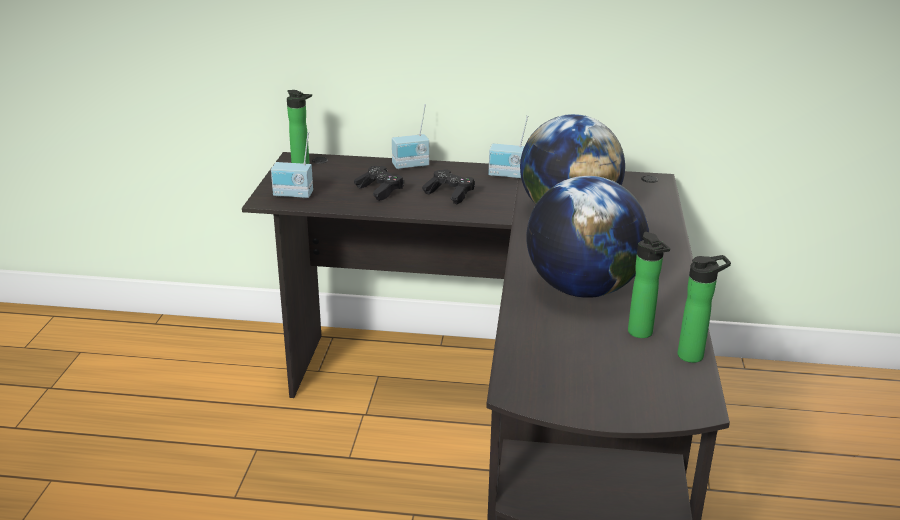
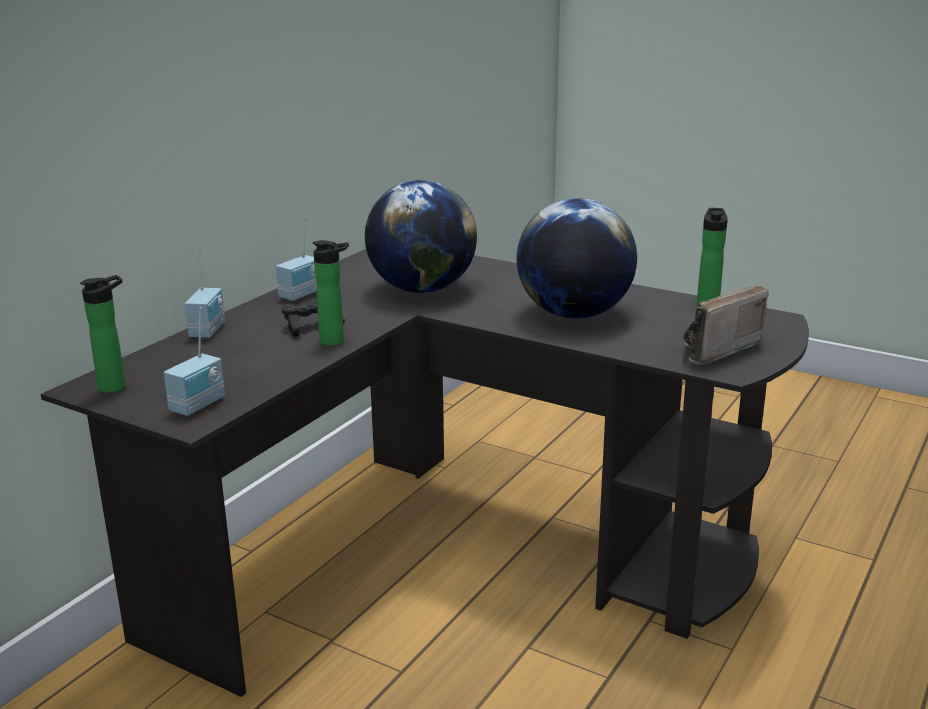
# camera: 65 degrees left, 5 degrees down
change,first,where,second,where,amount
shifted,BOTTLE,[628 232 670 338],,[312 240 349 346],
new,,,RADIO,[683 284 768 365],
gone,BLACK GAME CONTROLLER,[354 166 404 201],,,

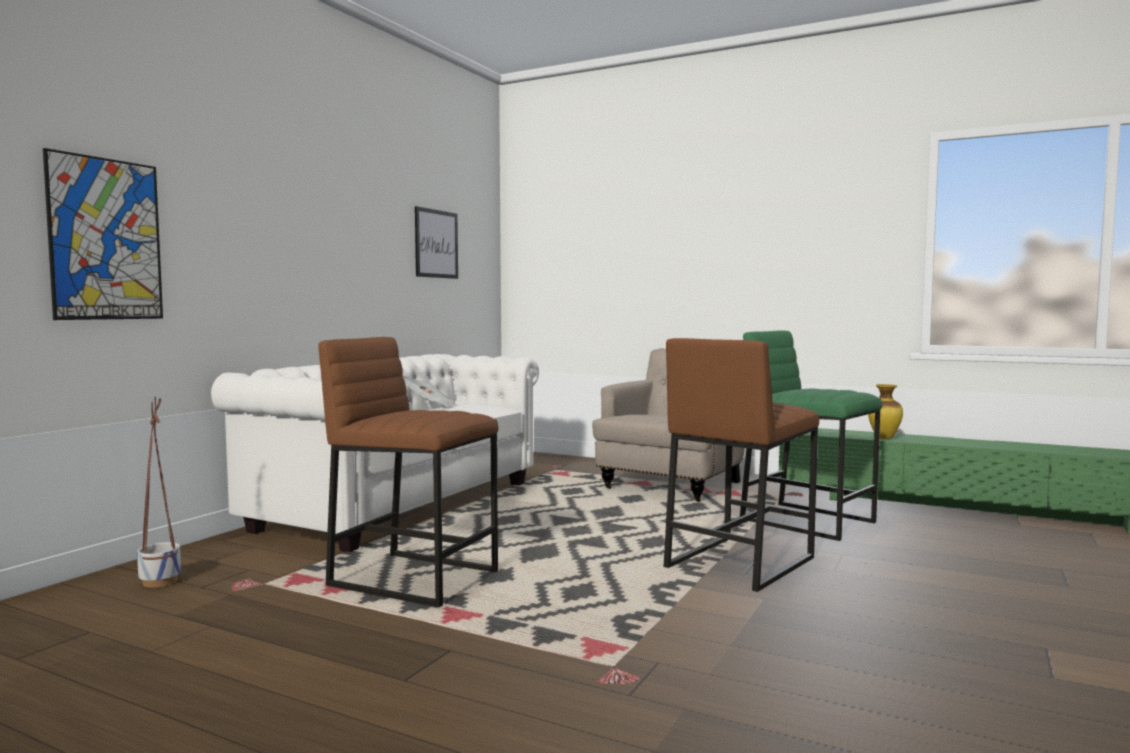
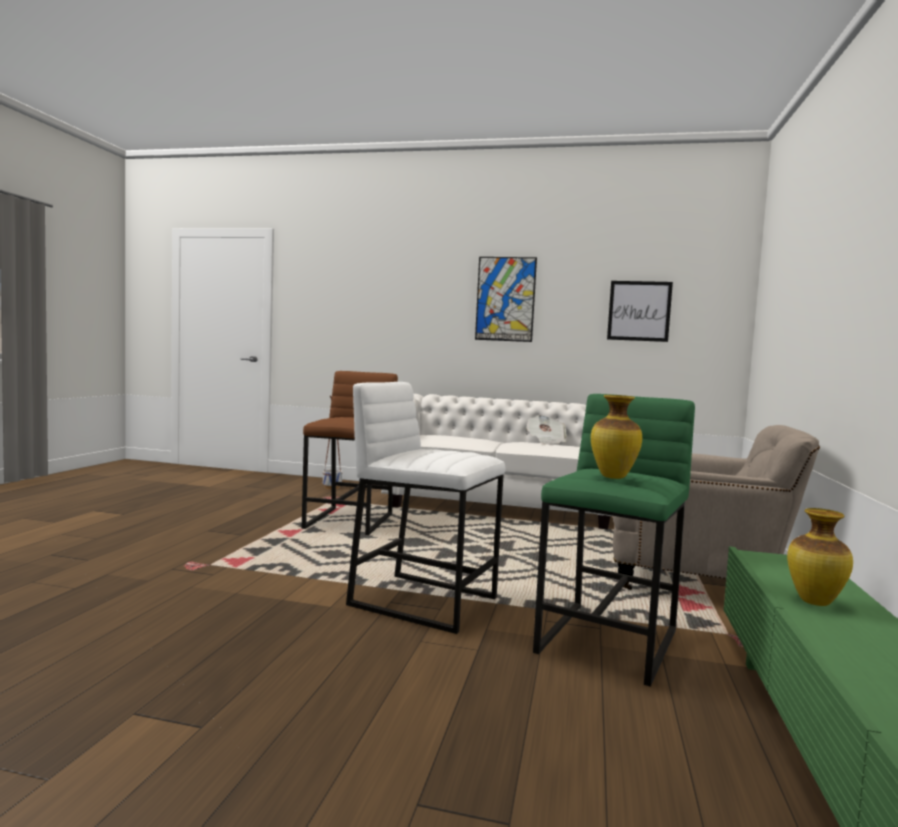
# camera: 75 degrees right, 0 degrees up
change,first,where,second,where,amount
repainted,BROWN STOOL,[664 338 819 592],WHITE STOOL,[346 382 506 634],
shifted,PICTURE,[43 148 163 320],,[475 257 537 342],
new,,,VASE,[591 395 642 479],

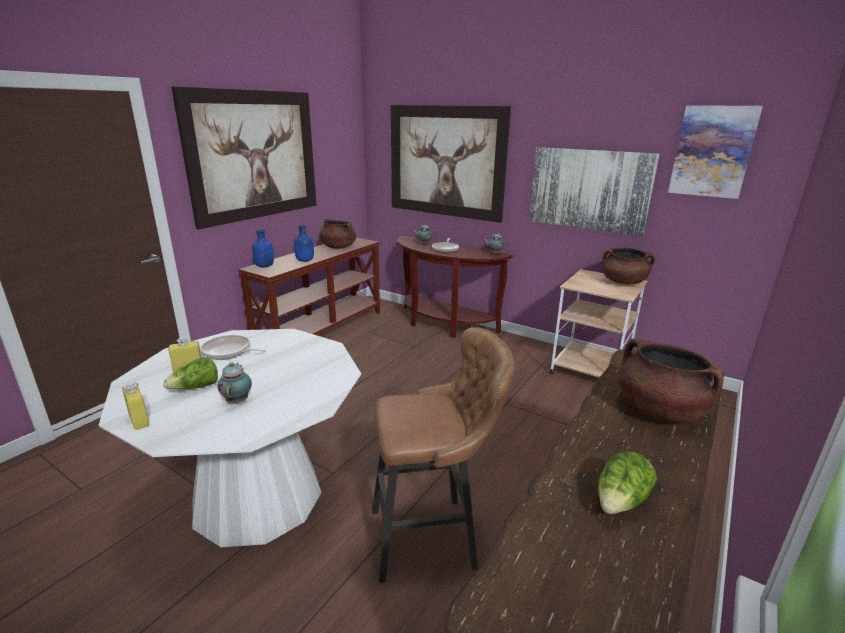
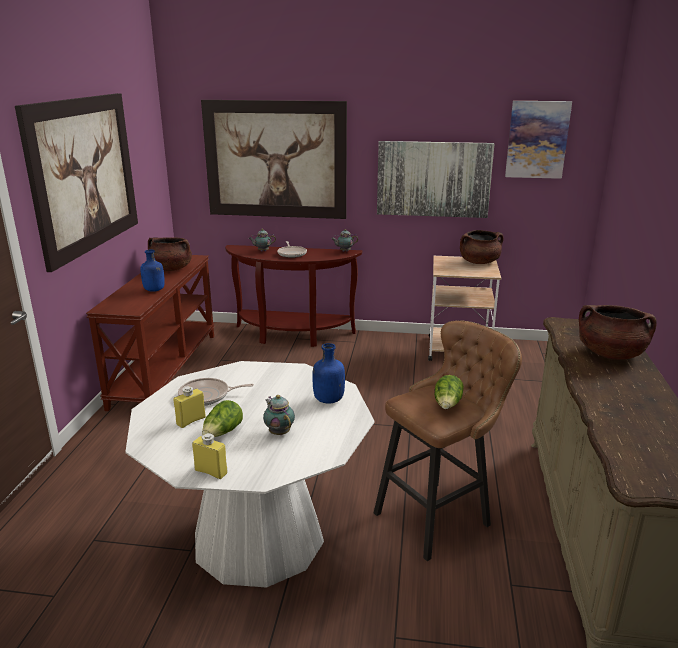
# camera: 25 degrees left, 0 degrees up
change,first,where,second,where,amount
shifted,BLUE BOTTLE,[252 230 274 268],,[312 343 345 404],
shifted,LETTUCE,[598 451 657 514],,[434 375 464 409],

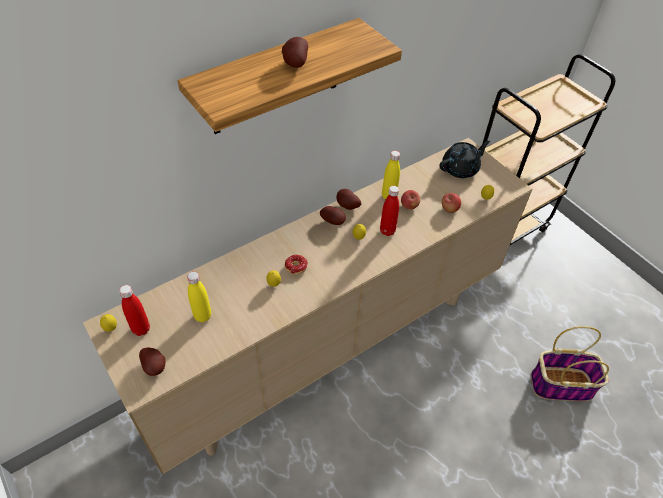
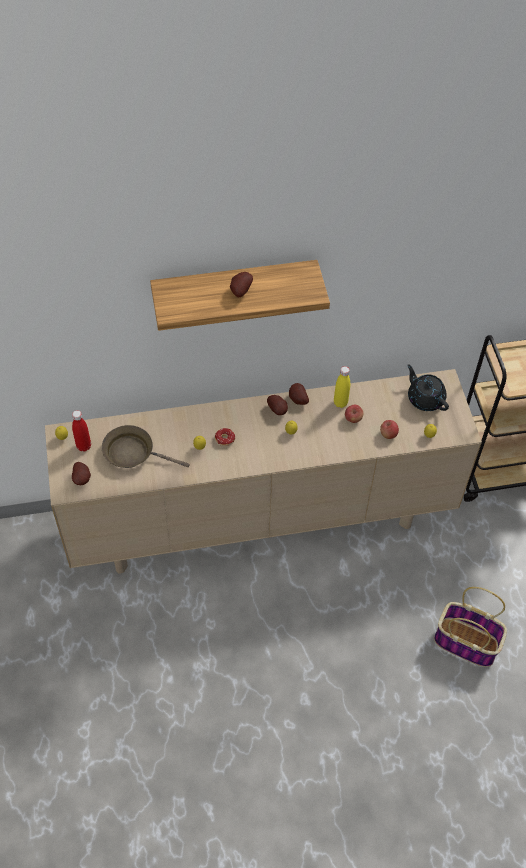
# camera: 25 degrees right, 5 degrees up
change,first,where,second,where,amount
swapped,YELLOW BOTTLE,[187 272 211 322],BROWN FRYING PAN,[102 425 190 468],
rotated,BLACK TEAPOT,[439 141 490 178],,[407 364 449 411],120 degrees counterclockwise
gone,RED BOTTLE,[380 186 399 236],,,

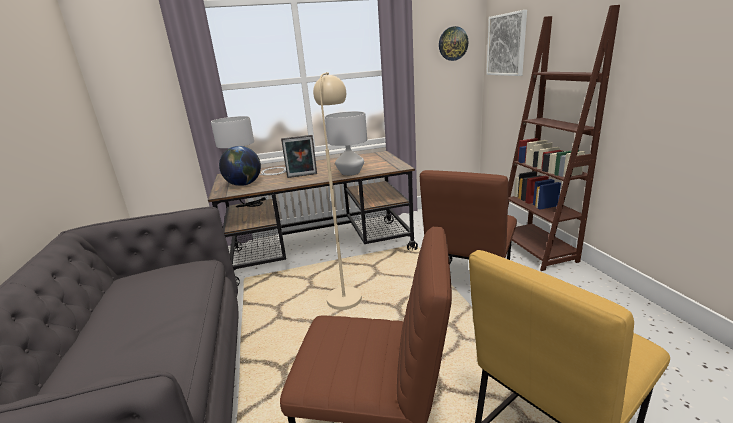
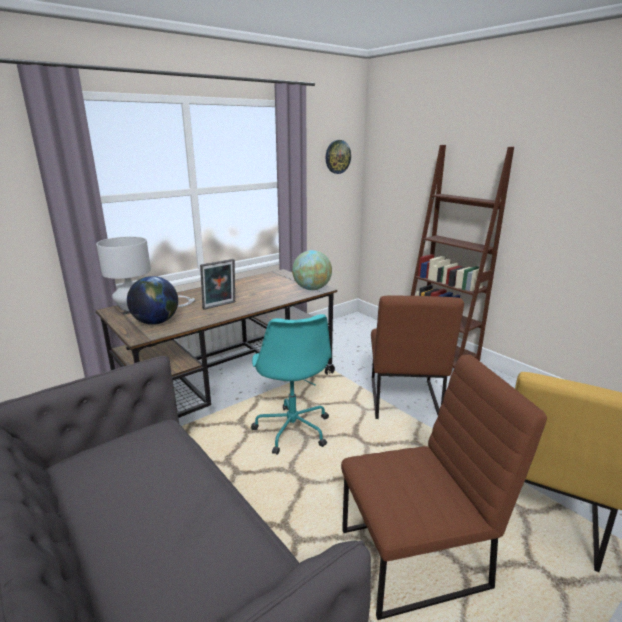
# camera: 25 degrees left, 0 degrees up
change,first,where,second,where,amount
swapped,BEIGE FLOOR LAMP,[313 72 362 310],TURQUOISE OFFICE CHAIR,[251 314 332 455],
new,,,GLOBE,[292 250 332 290],
gone,GREY TABLE LAMP,[325 111 367 176],,,
gone,PICTURE,[486 10 527 76],,,

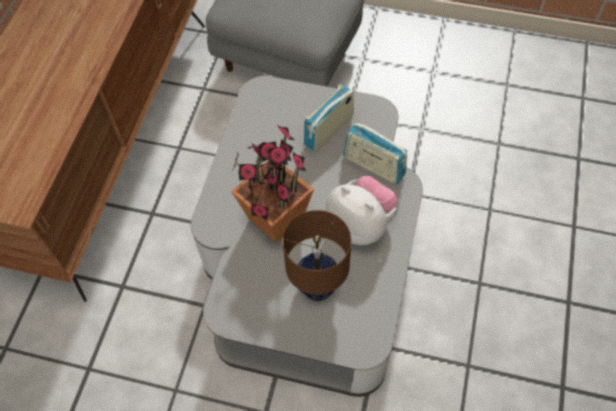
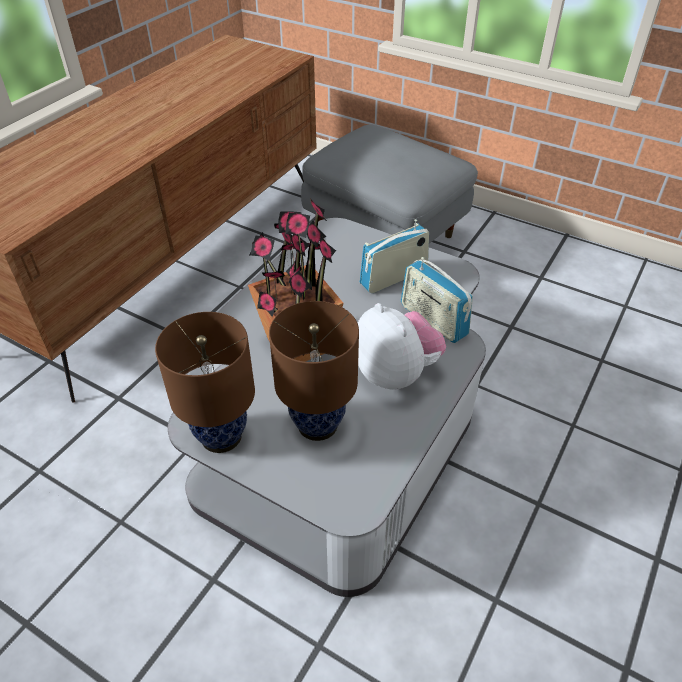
# camera: 15 degrees right, 15 degrees down
change,first,where,second,where,amount
new,,,BROWN TABLE LAMP,[155 312 255 453],

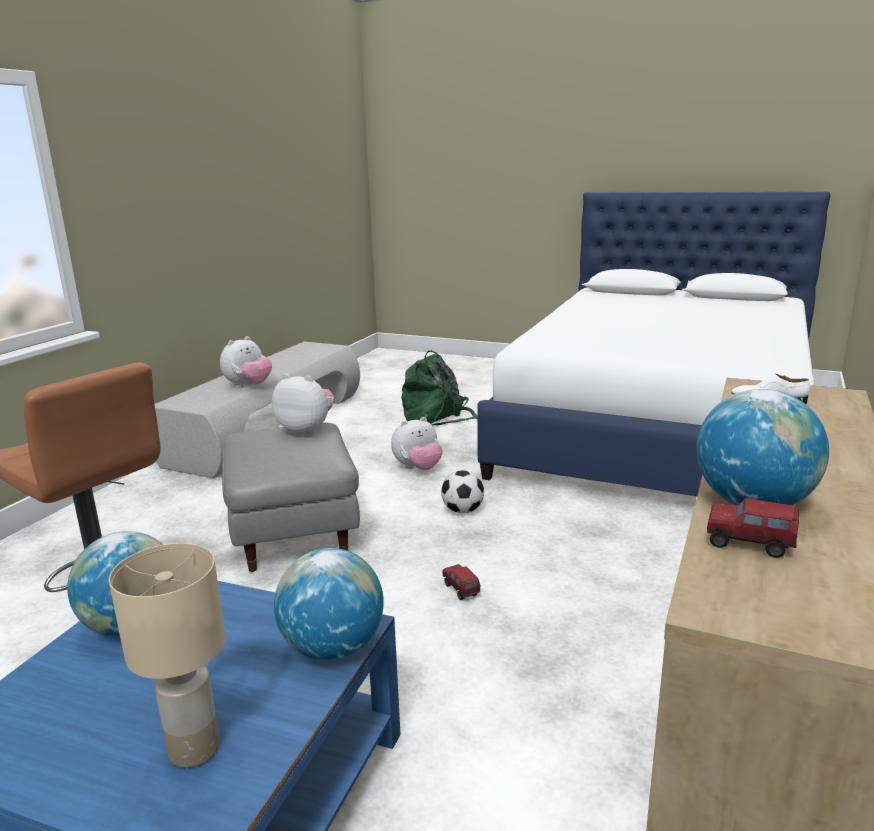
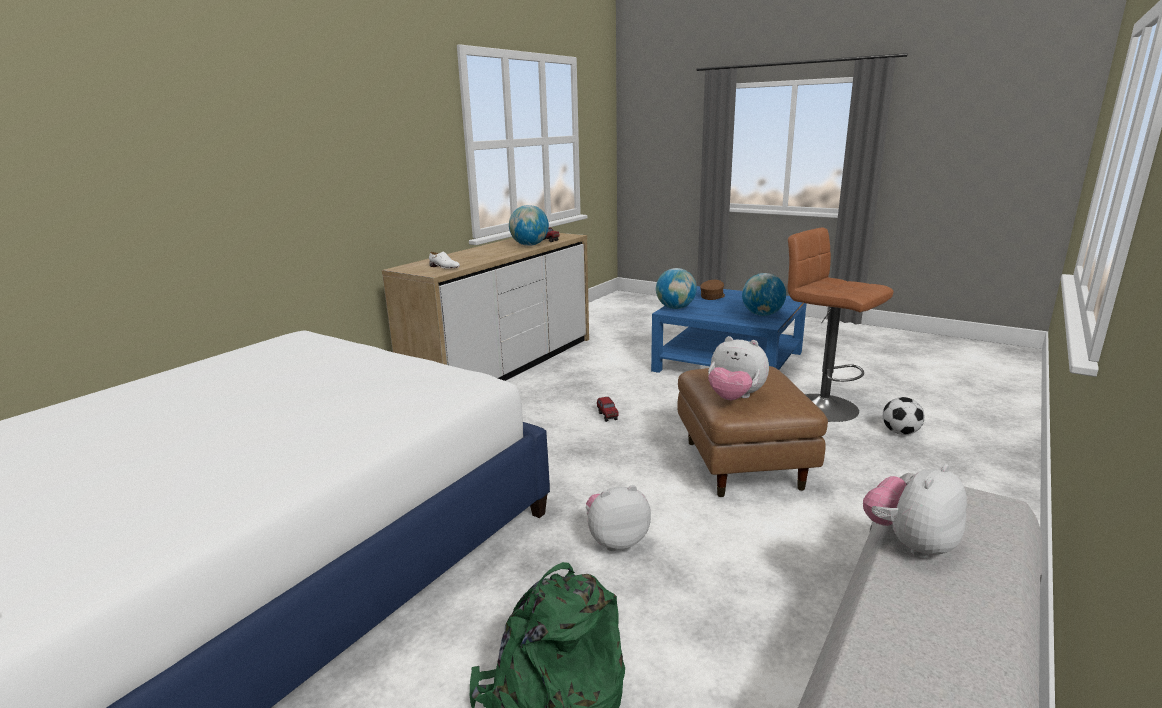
# camera: 170 degrees left, 0 degrees up
change,first,where,second,where,amount
repainted,GREY OTTOMAN,[222 423 360 572],BROWN OTTOMAN,[677 366 828 497],
swapped,BEIGE TABLE LAMP,[109 543 226 768],BROWN CAP,[700 280 725 300],
shifted,FOOTBALL,[441 470 484 513],,[883 397 925 435],

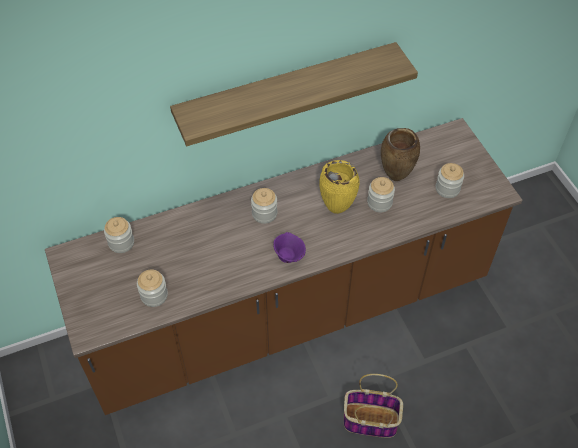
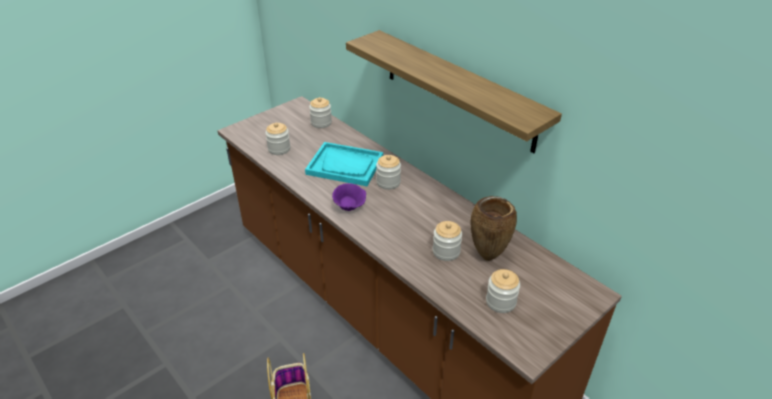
# camera: 70 degrees right, 15 degrees down
change,first,where,second,where,amount
new,,,TURQUOISE TRAY,[305 142 383 186],
gone,YELLOW VASE,[319 160 360 214],,,

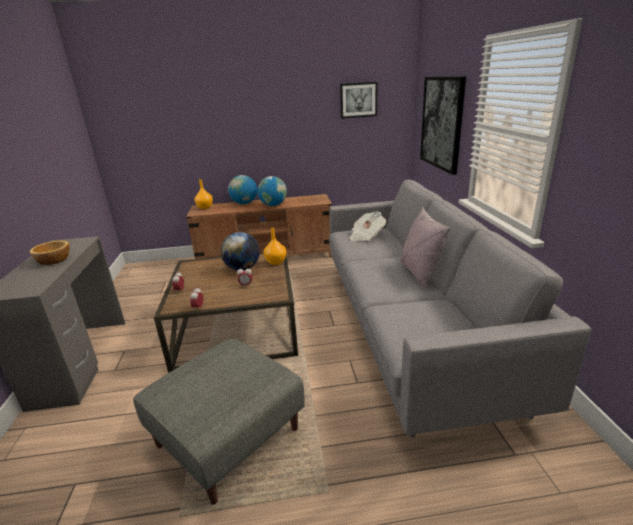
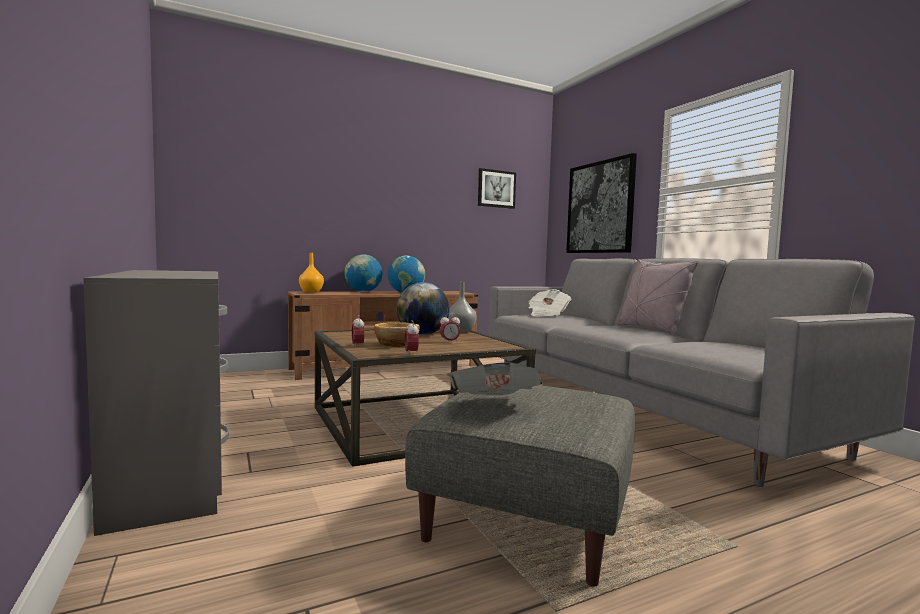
# camera: 20 degrees left, 20 degrees down
change,first,where,second,where,amount
shifted,BOWL,[30 240 70 265],,[374 322 420 347],
new,,,NEWSPAPER,[447 362 543 395],
repainted,ORANGE VASE,[263 227 286 265],GREY VASE,[448 282 477 332],

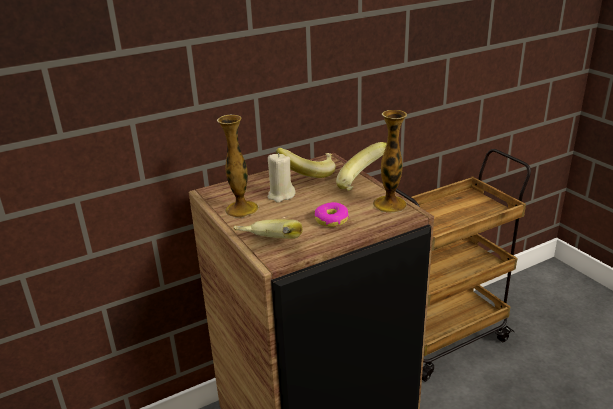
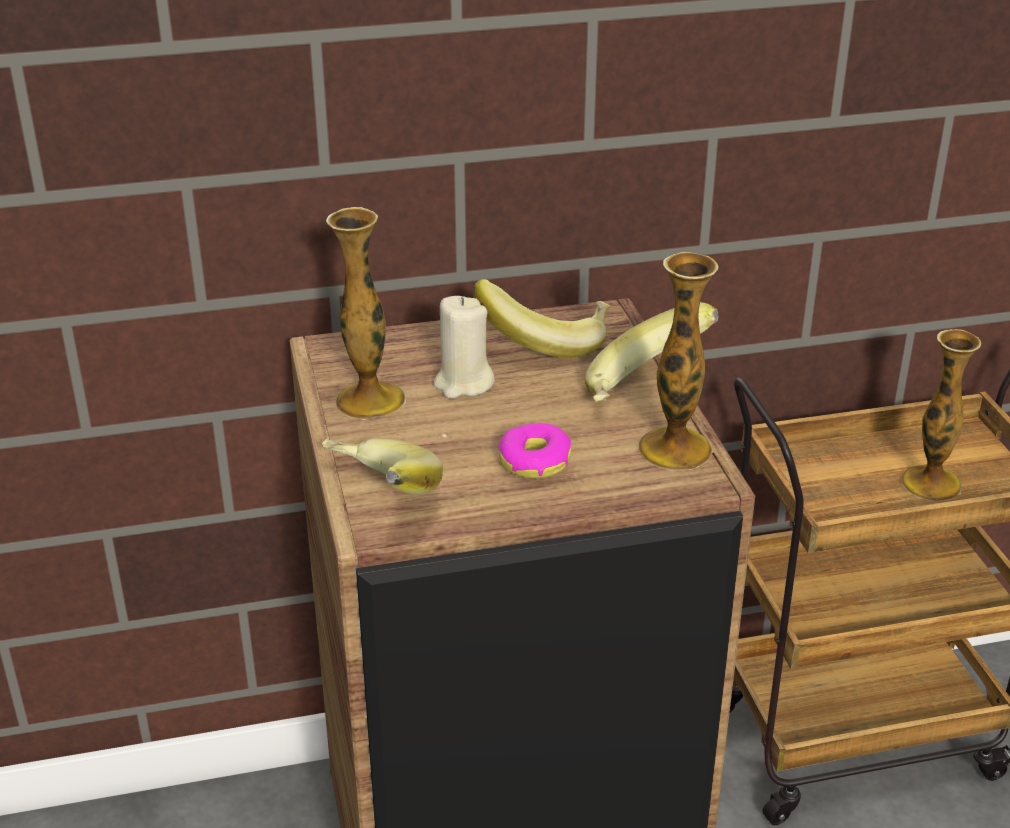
# camera: 15 degrees right, 5 degrees up
change,first,where,second,where,amount
new,,,VASE,[902 329 981 501],

